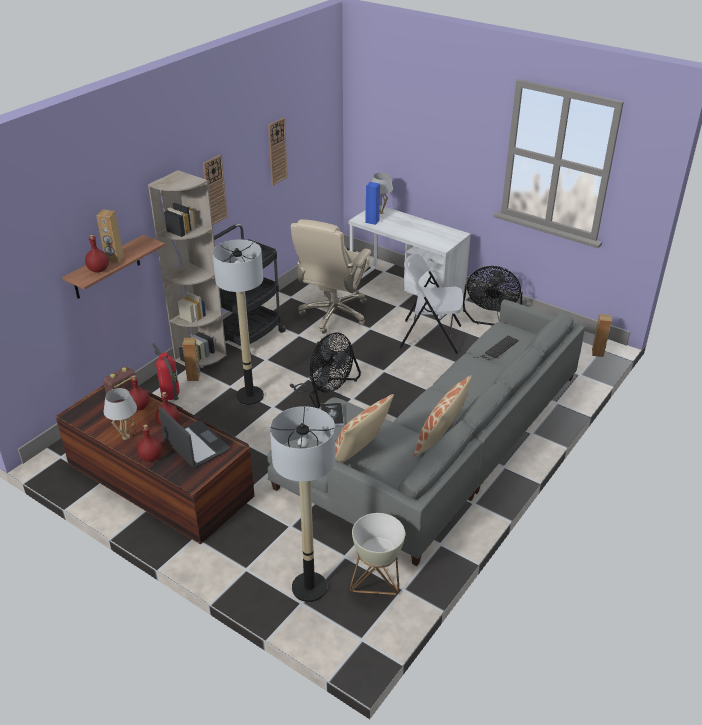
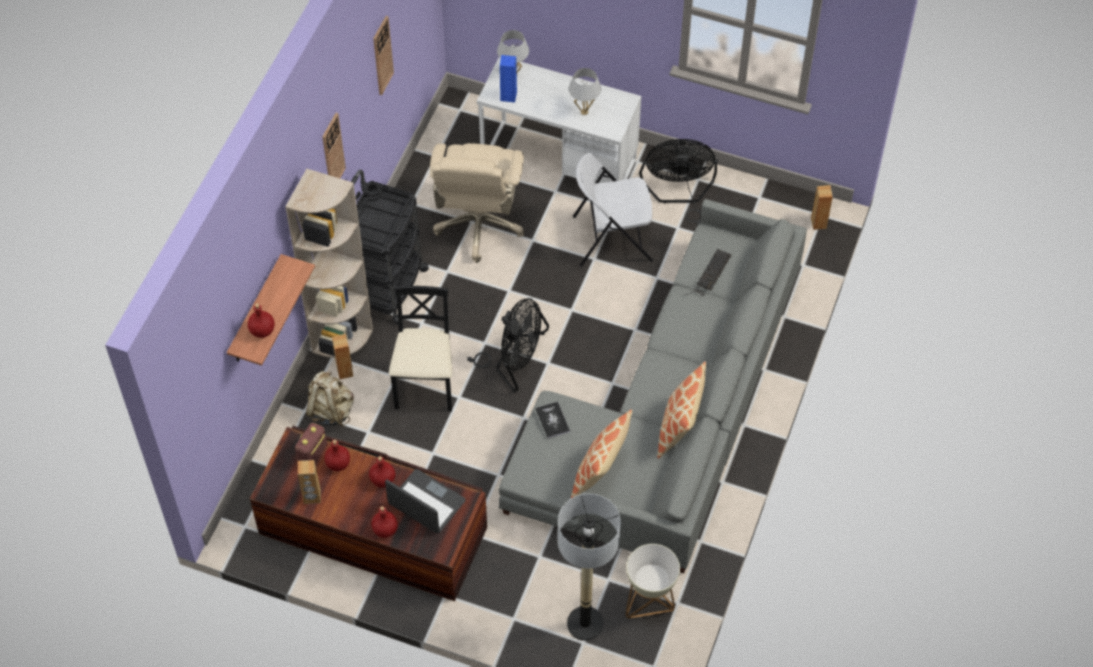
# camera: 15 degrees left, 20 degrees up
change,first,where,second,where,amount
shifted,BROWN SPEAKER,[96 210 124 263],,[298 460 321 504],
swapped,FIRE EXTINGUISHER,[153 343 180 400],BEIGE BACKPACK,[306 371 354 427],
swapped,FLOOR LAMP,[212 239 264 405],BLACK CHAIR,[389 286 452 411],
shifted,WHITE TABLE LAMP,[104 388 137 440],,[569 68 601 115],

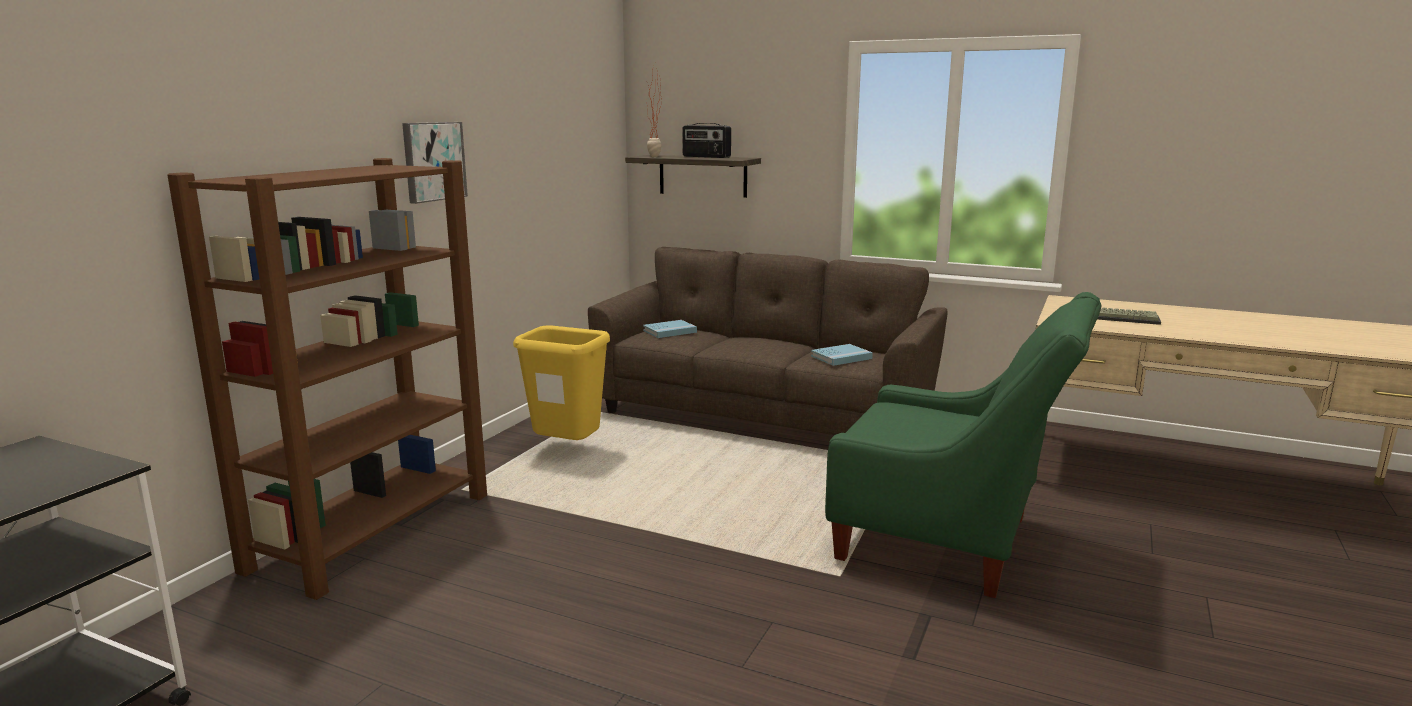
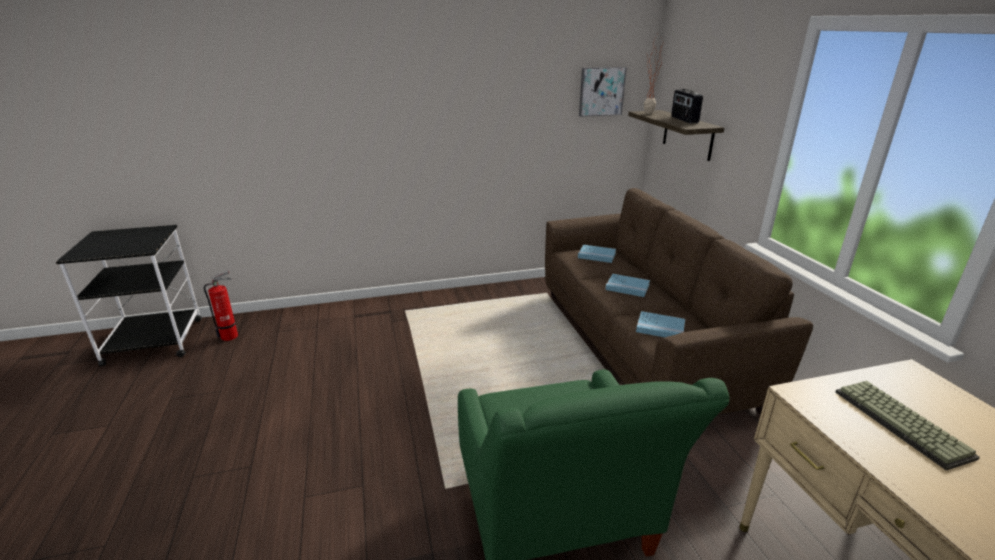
# camera: 50 degrees right, 10 degrees up
change,first,where,second,where,amount
new,,,FIRE EXTINGUISHER,[204 270 238 341],
shifted,PICTURE,[402 122 468 204],,[579 67 627 117],
new,,,BLUE BOOK,[605 274 650 297],
gone,BROWN BOOKCASE,[167 158 487 600],,,
gone,YELLOW TRASH CAN,[513 325 610 440],,,

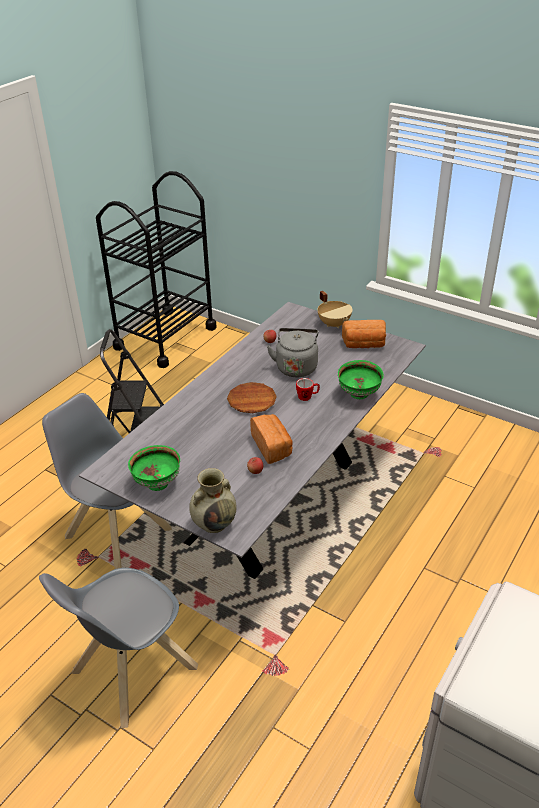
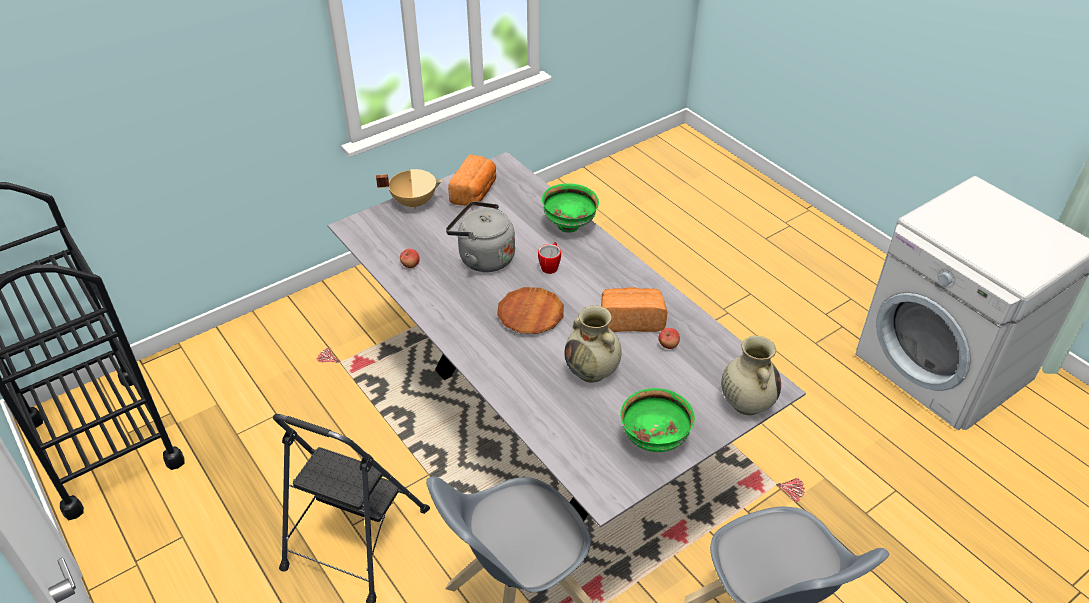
# camera: 70 degrees left, 5 degrees up
change,first,where,second,where,amount
new,,,BEIGE VASE,[564 305 622 383],

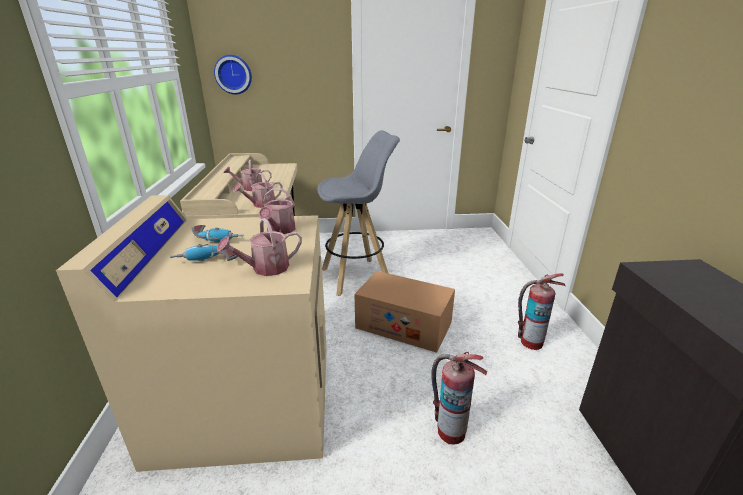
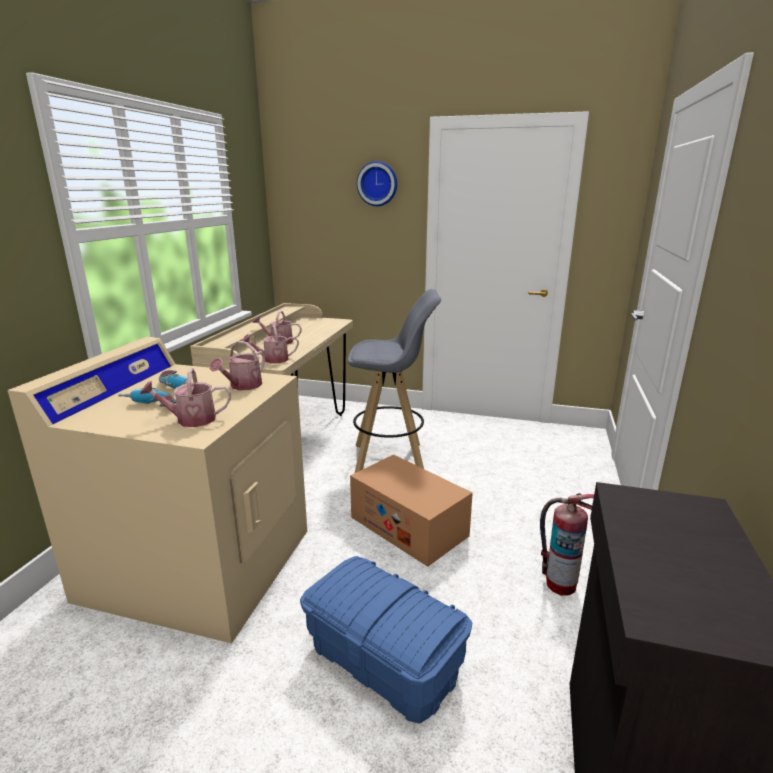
# camera: 20 degrees right, 5 degrees down
change,first,where,second,where,amount
swapped,FIRE EXTINGUISHER,[431 352 487 444],BLUE STORAGE BOX,[300 556 473 723],
shifted,WALL CLOCK,[214 55 252 94],,[357 161 397 206],

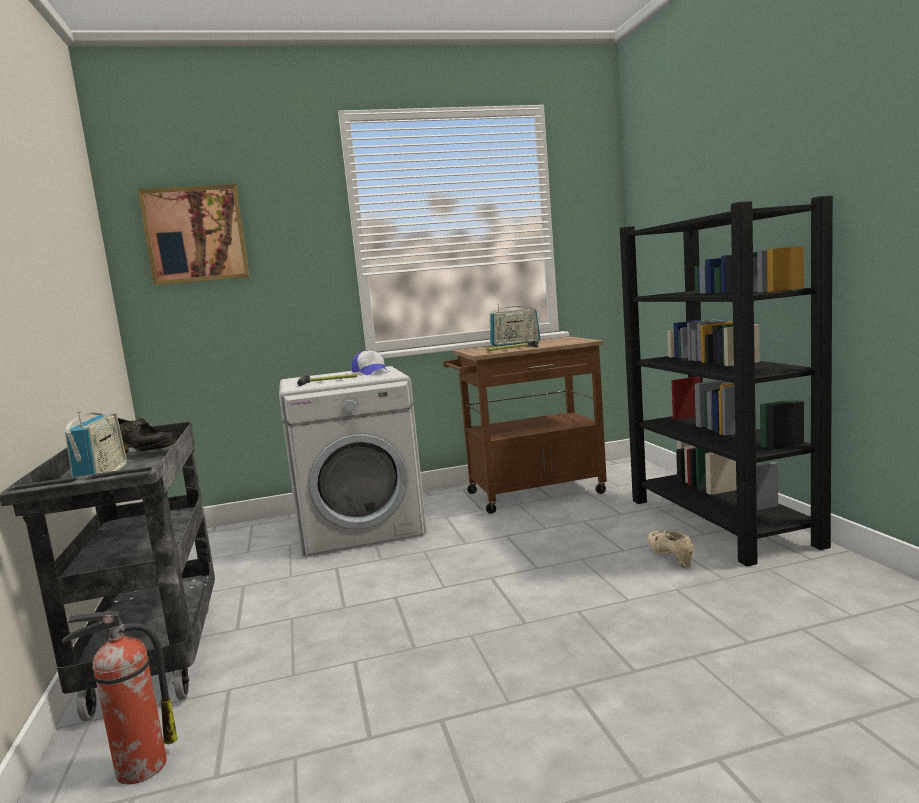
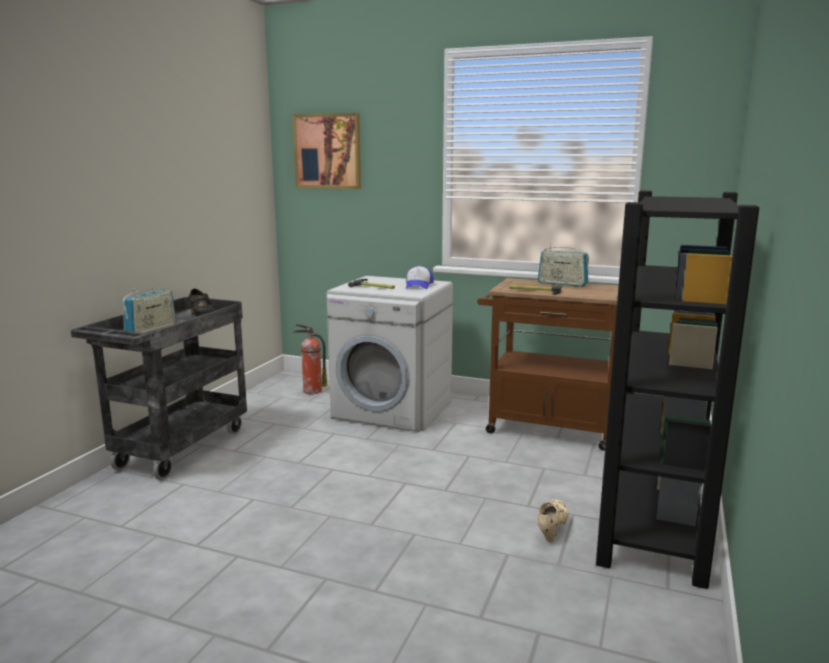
# camera: 35 degrees right, 5 degrees up
change,first,where,second,where,amount
shifted,FIRE EXTINGUISHER,[62 612 177 785],,[293 324 327 394],

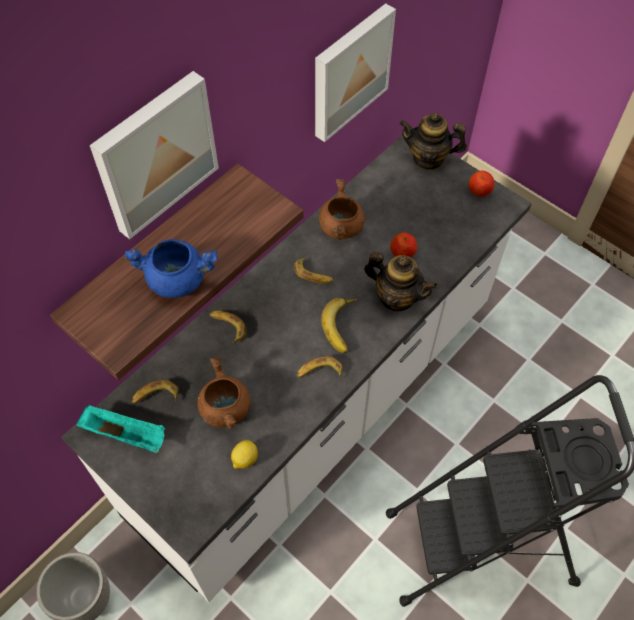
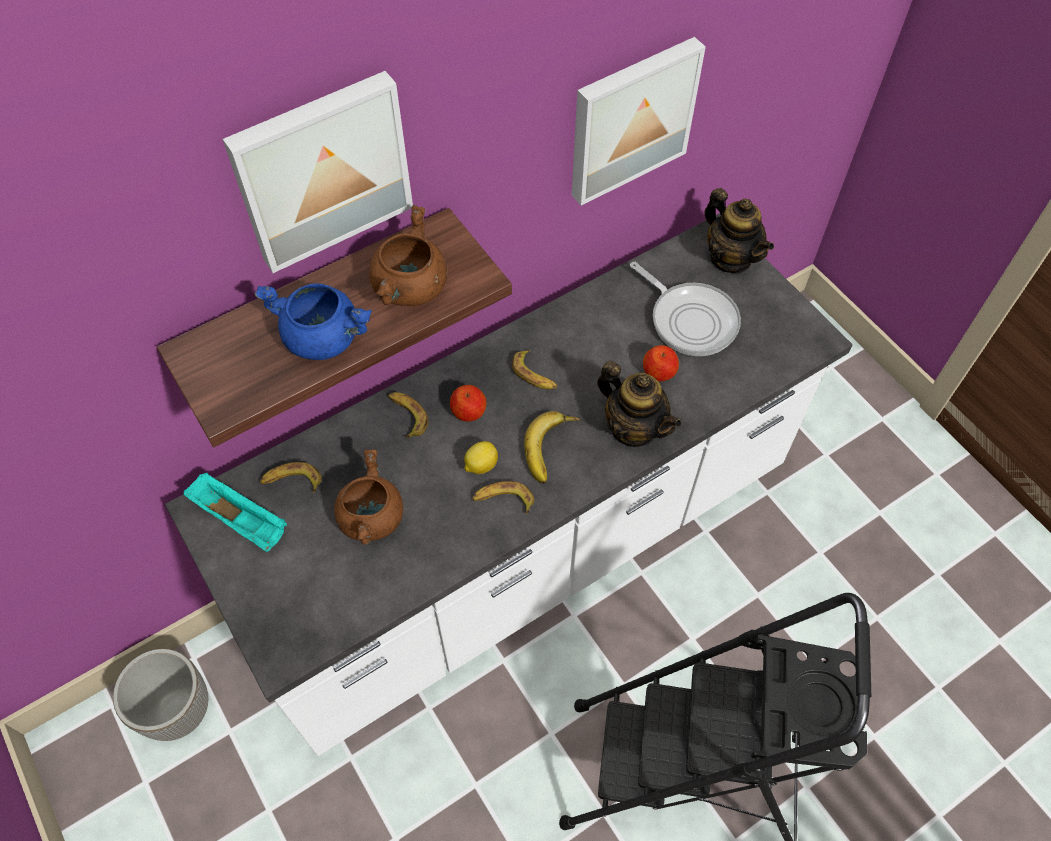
# camera: 15 degrees right, 0 degrees up
change,first,where,second,where,amount
shifted,BROWN COOKING POT,[319 179 365 240],,[369 205 447 306],
shifted,APPLE,[469 171 495 197],,[450 385 486 422],
shifted,LEMON,[231 440 258 469],,[464 441 498 474],
new,,,FRYING PAN,[630 262 741 356],
rotated,TEAPOT,[399 113 467 170],,[704 188 774 273],150 degrees counterclockwise

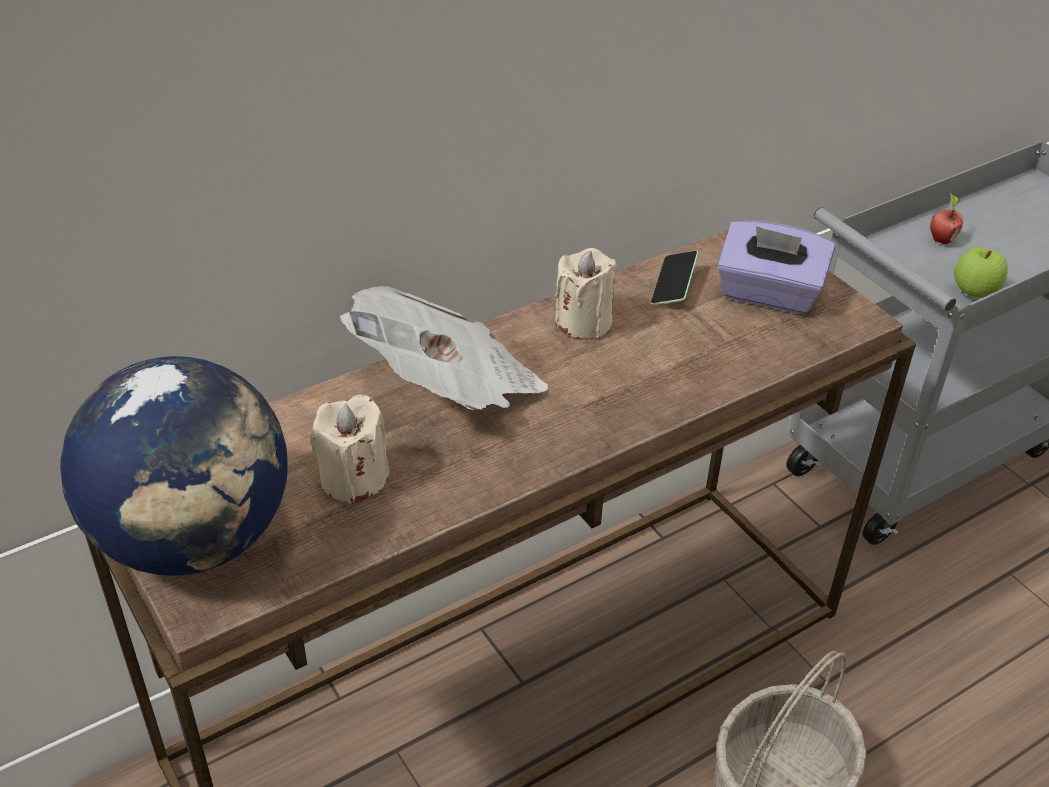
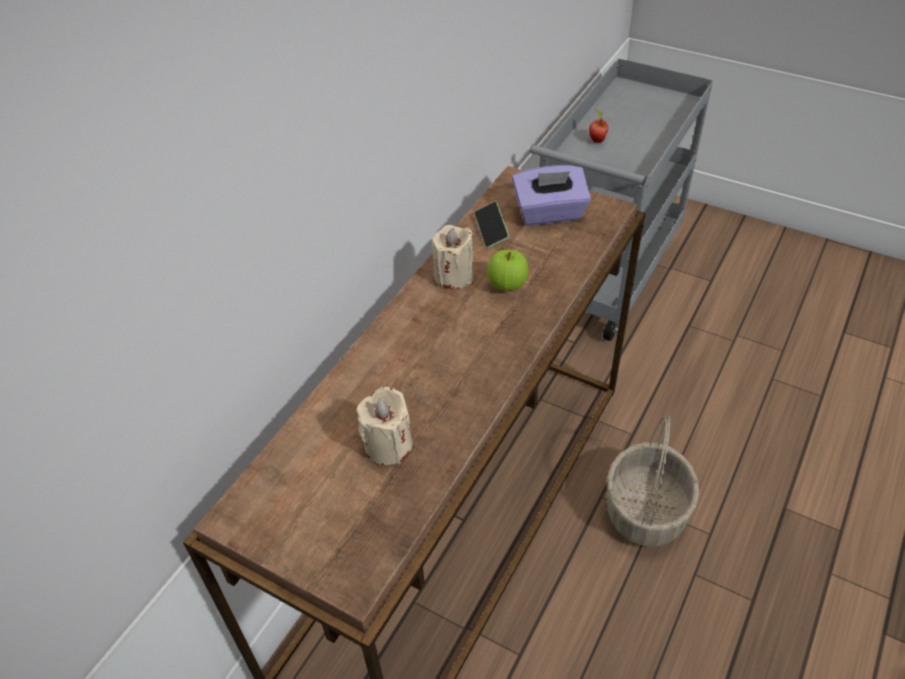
# camera: 25 degrees left, 5 degrees up
change,first,where,second,where,amount
shifted,APPLE,[954 247 1008 298],,[487 250 528 291],
gone,GLOBE,[60 356 287 576],,,
gone,NEWSPAPER,[340 286 548 411],,,

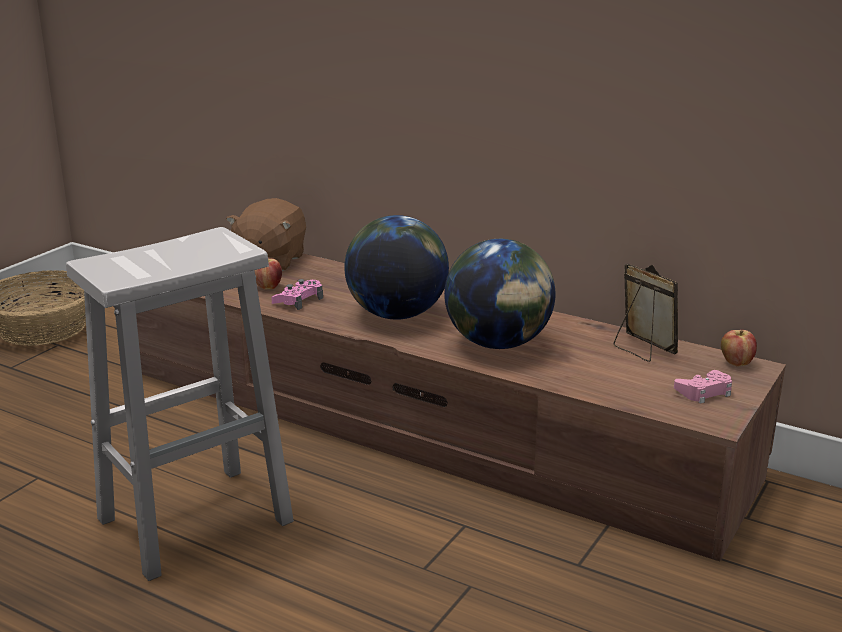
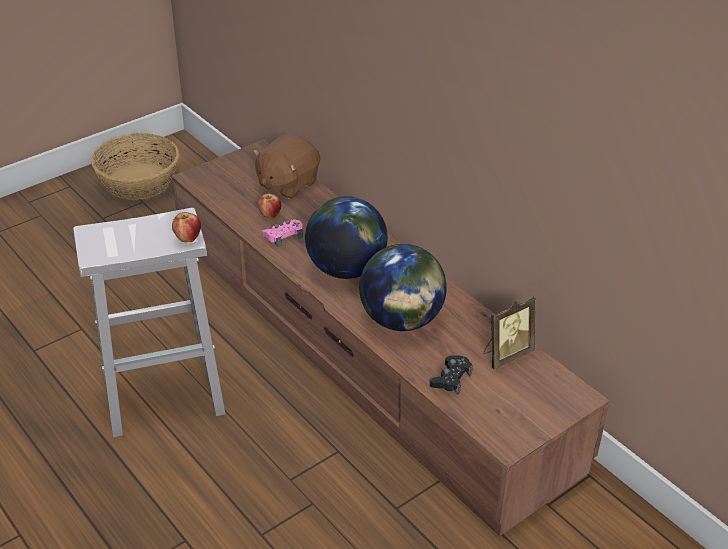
# camera: 20 degrees right, 15 degrees up
change,first,where,second,where,amount
shifted,APPLE,[721 330 757 367],,[172 212 201 242],
new,,,BLACK GAME CONTROLLER,[430 355 473 394],
rotated,PICTURE FRAME,[614 263 678 362],,[483 297 535 369],75 degrees clockwise
gone,PINK GAME CONTROLLER,[674 370 732 404],,,

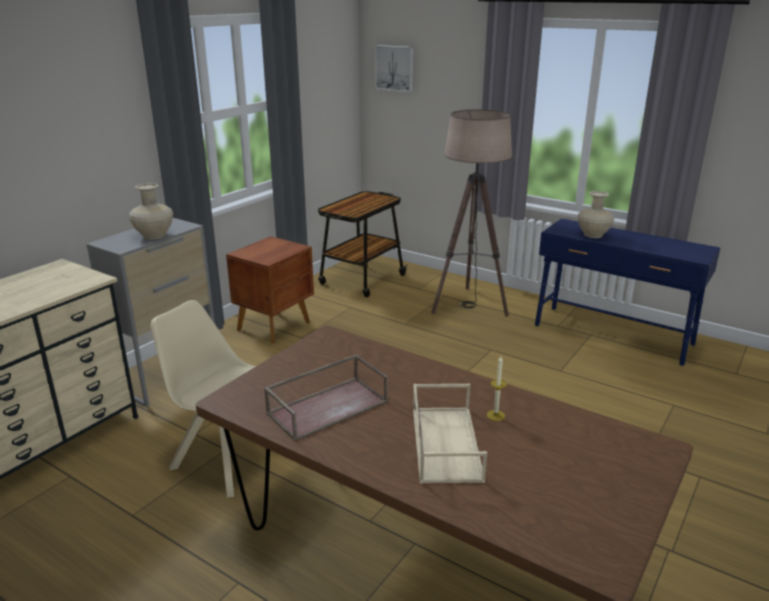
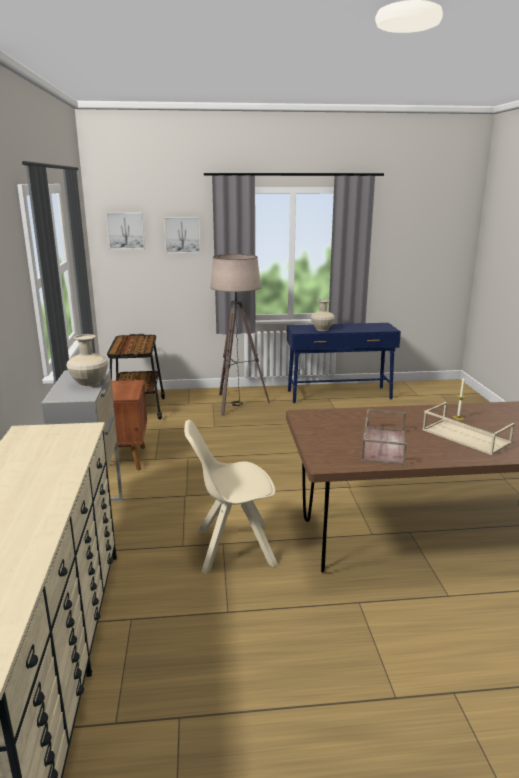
# camera: 40 degrees left, 5 degrees down
change,first,where,second,where,amount
new,,,PICTURE,[164 217 200 253],

